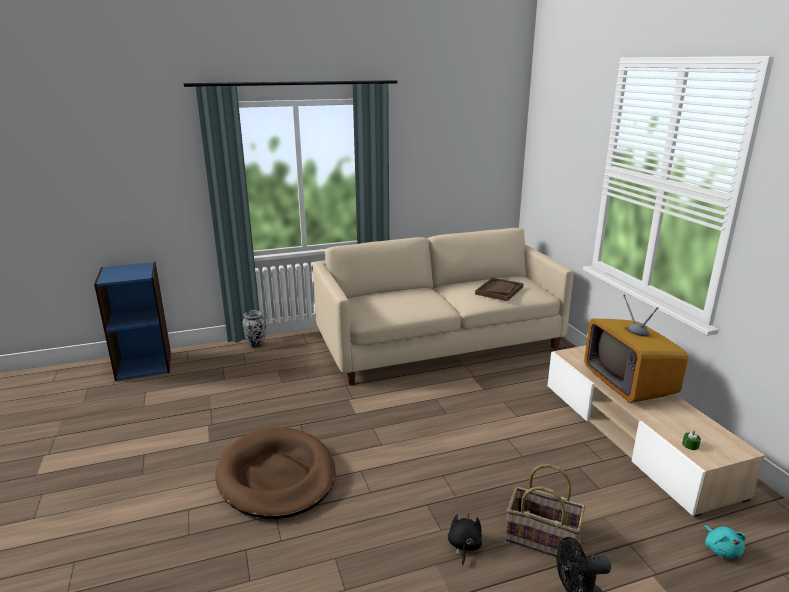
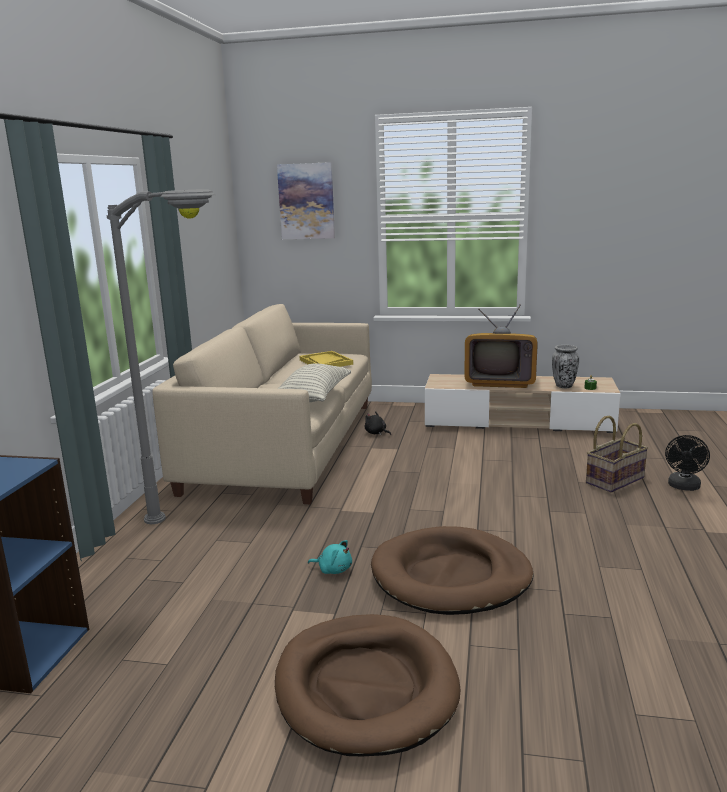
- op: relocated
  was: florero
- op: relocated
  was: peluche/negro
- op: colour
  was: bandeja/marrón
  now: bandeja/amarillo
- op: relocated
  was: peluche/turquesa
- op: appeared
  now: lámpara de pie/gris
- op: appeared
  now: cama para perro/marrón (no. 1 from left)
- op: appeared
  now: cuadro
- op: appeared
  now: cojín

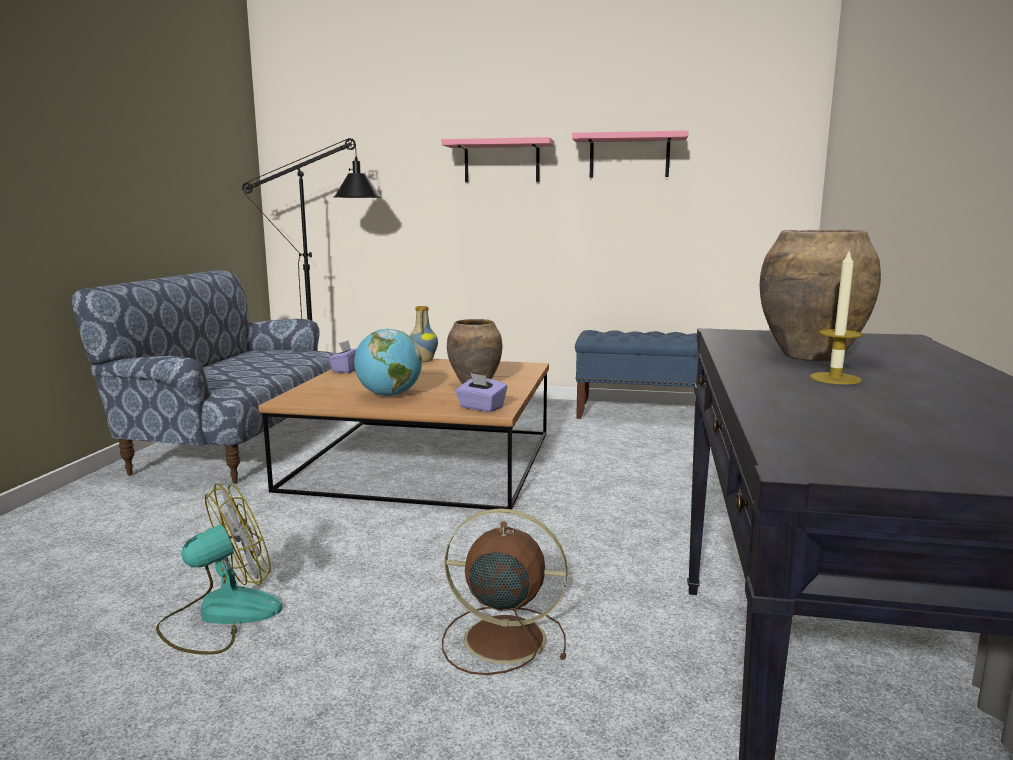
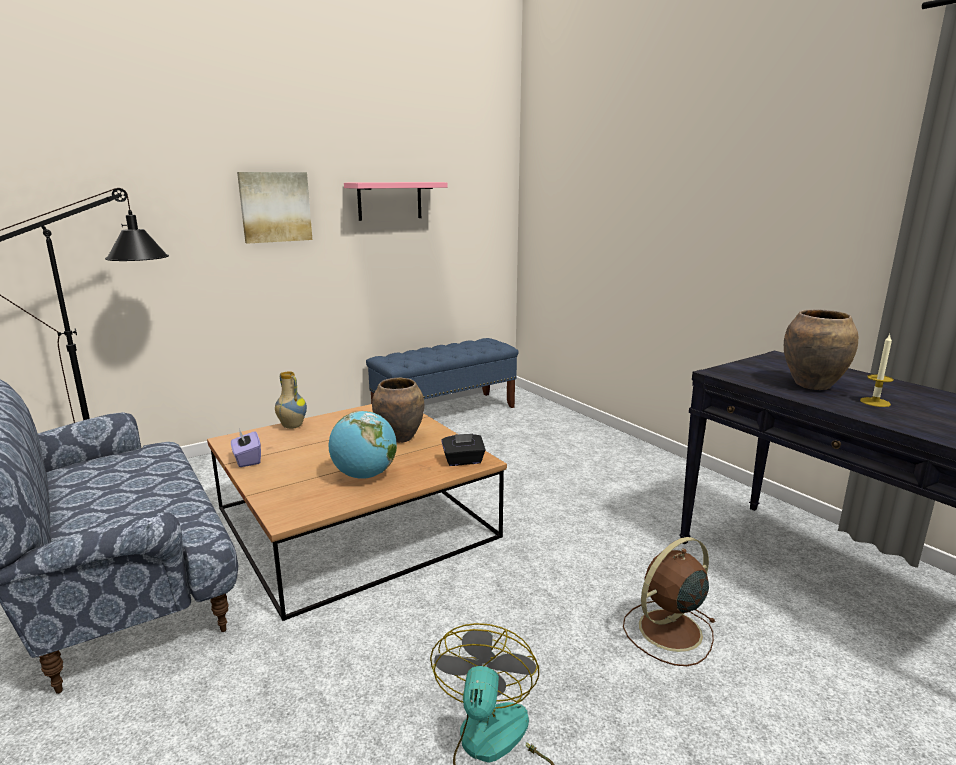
- op: exchanged
  was: estante/rosa (no. 1 from left)
  now: cuadro
- op: colour
  was: caja de pañuelos/morado (no. 2 from left)
  now: caja de pañuelos/negro

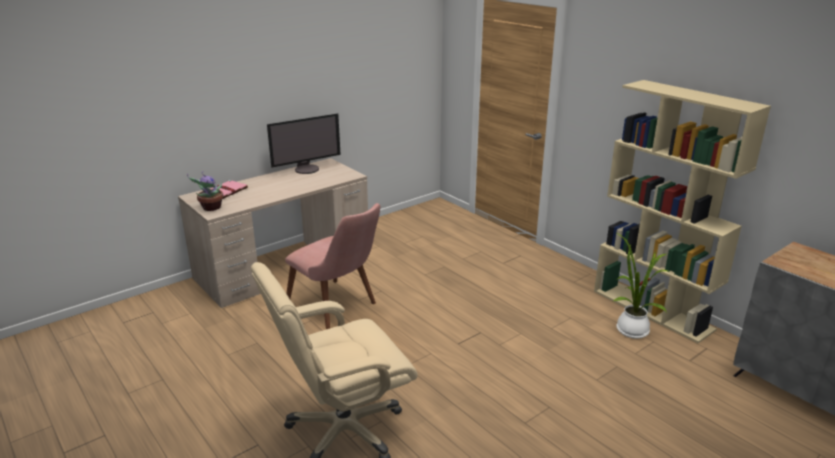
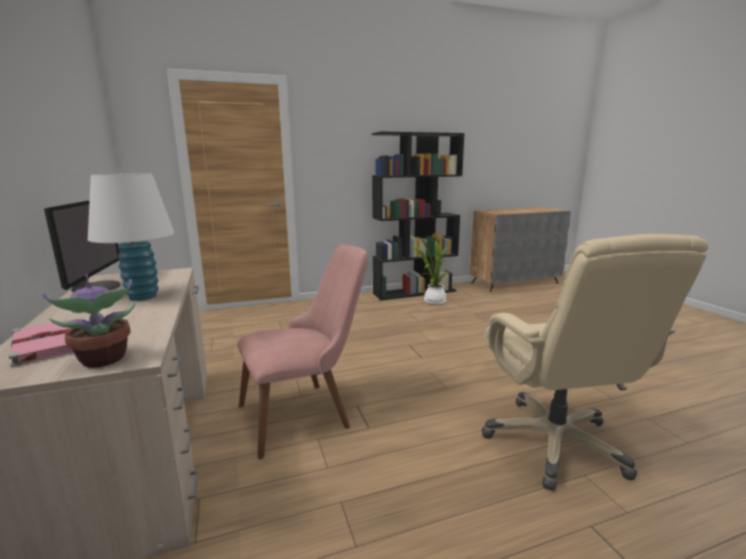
- op: colour
  was: estantería/beis
  now: estantería/negro
- op: appeared
  now: lámpara de mesa/blanco

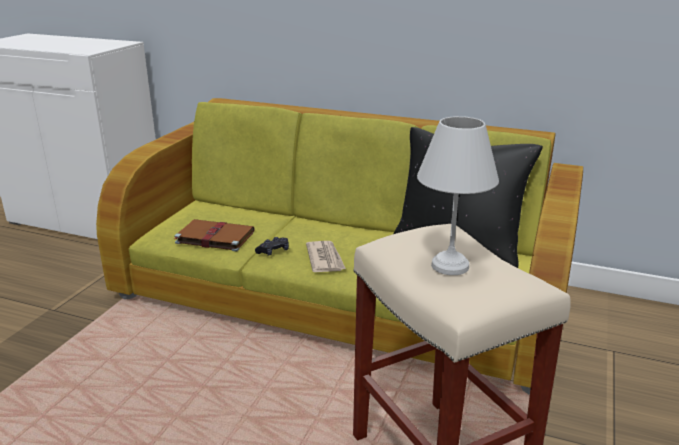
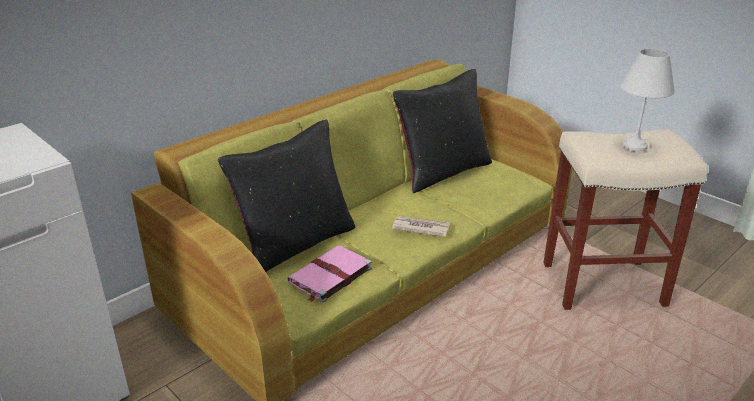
- op: colour
  was: libro/marrón
  now: libro/rosa
- op: missing
  was: mando de consola/negro
- op: appeared
  now: cojín/negro (no. 1 from left)

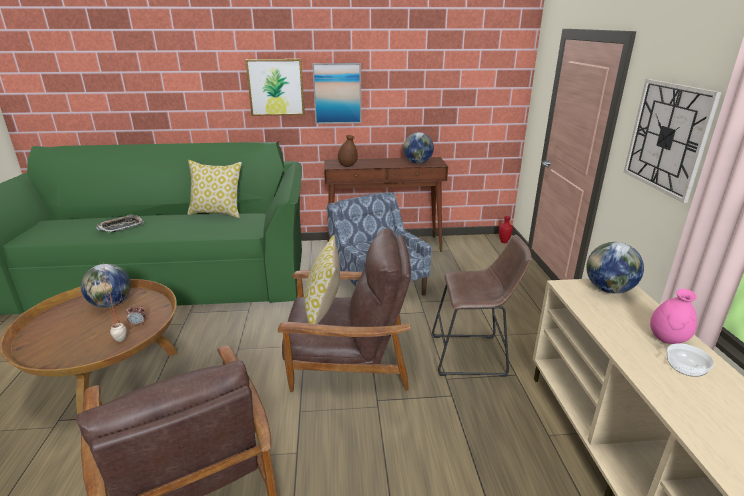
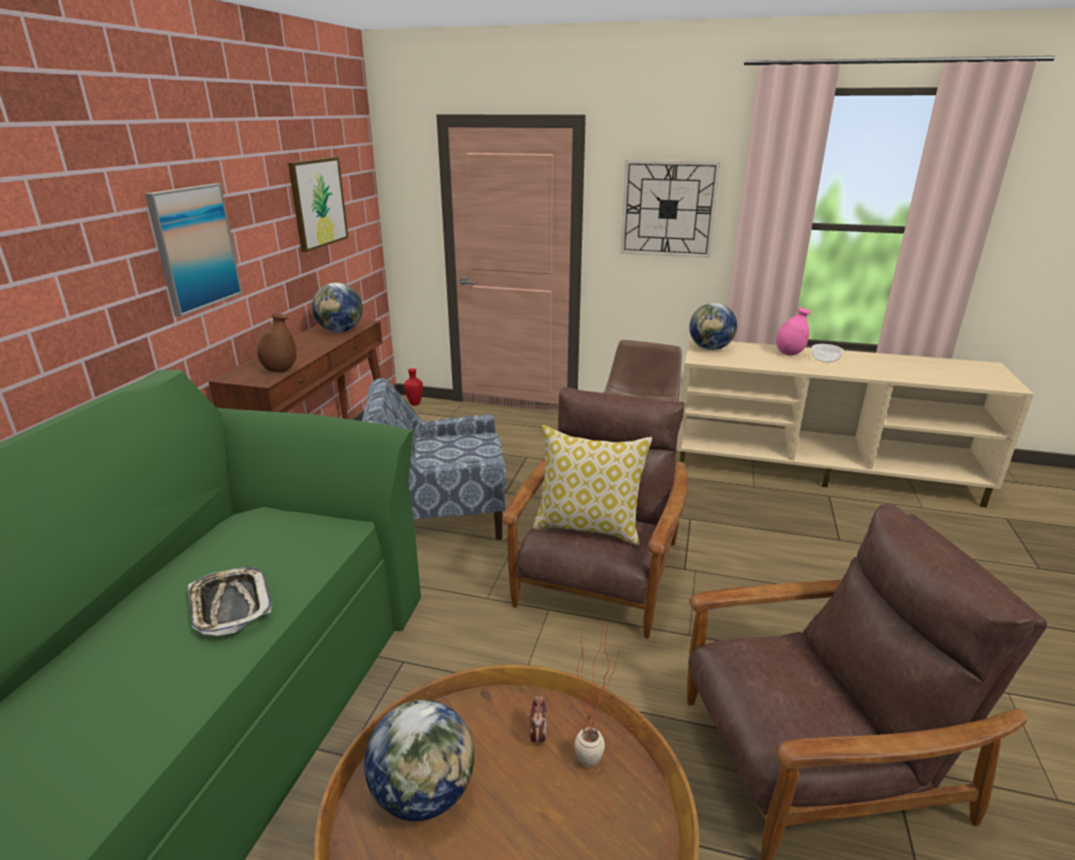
- op: relocated
  was: bandeja
- op: missing
  was: cojín (no. 1 from left)
- op: relocated
  was: cuadro (no. 1 from left in the first image)
  now: cuadro (no. 2 from left)

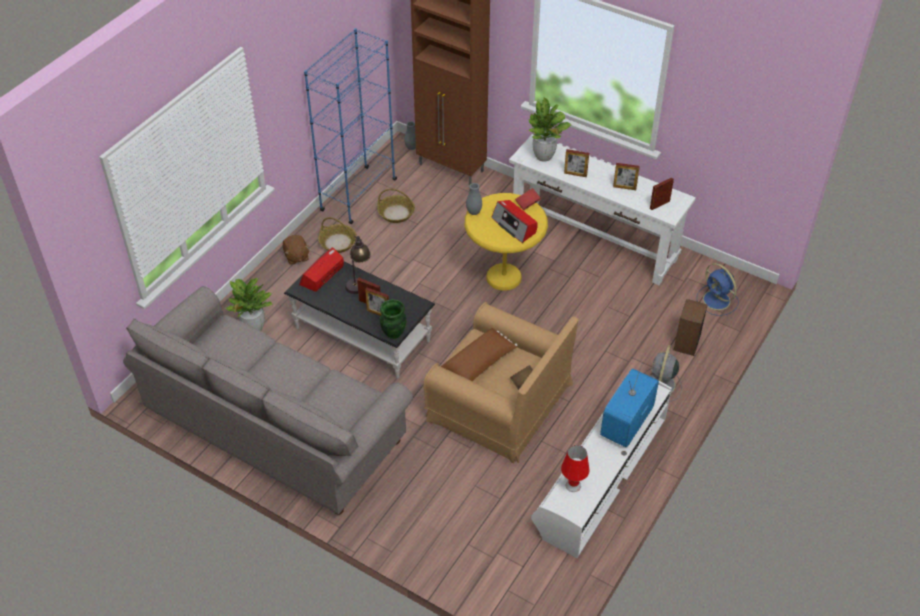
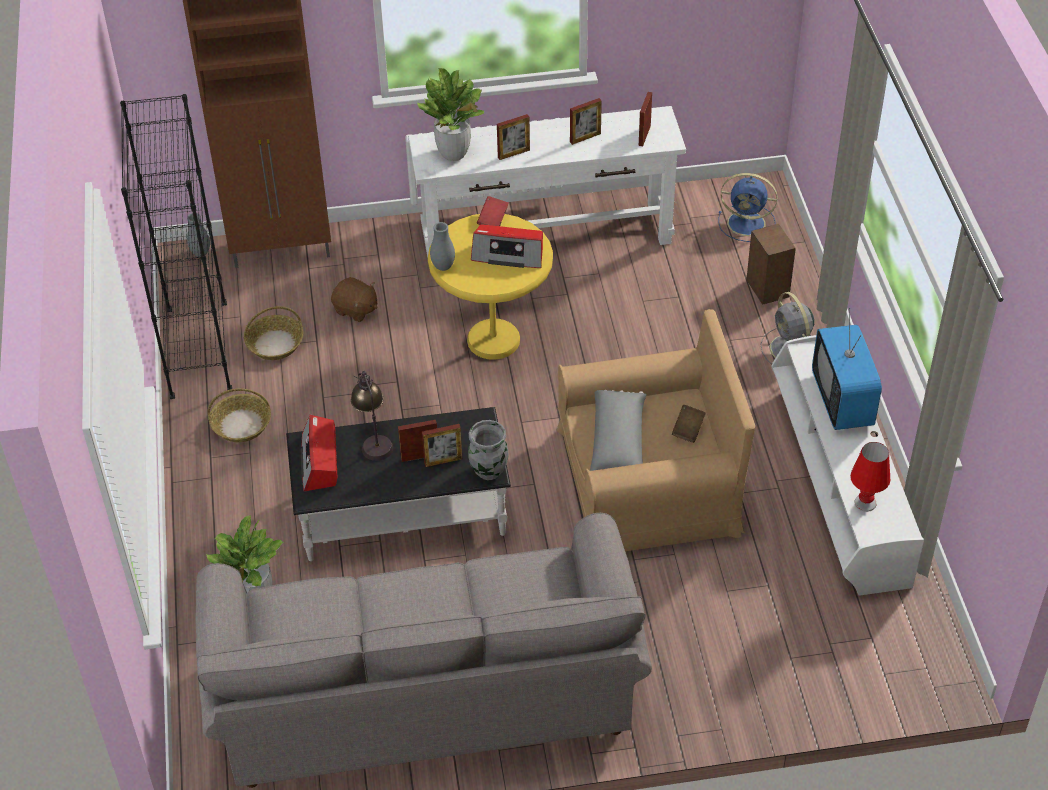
- op: relocated
  was: peluche/marrón
- op: colour
  was: estantería/azul
  now: estantería/negro
- op: colour
  was: florero/verde
  now: florero/gris (no. 3 from left)
- op: colour
  was: cojín/marrón
  now: cojín/gris

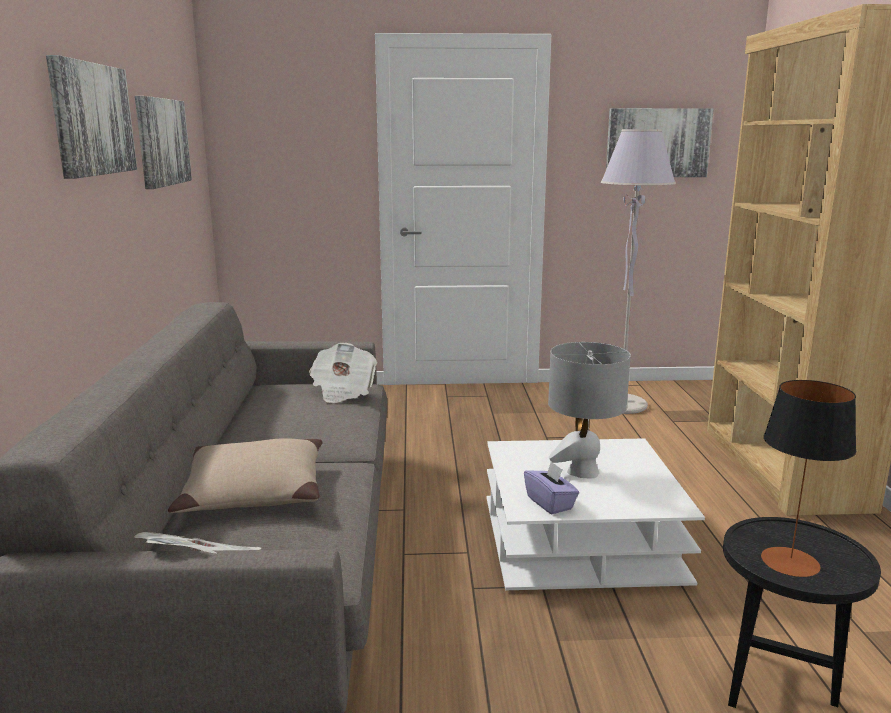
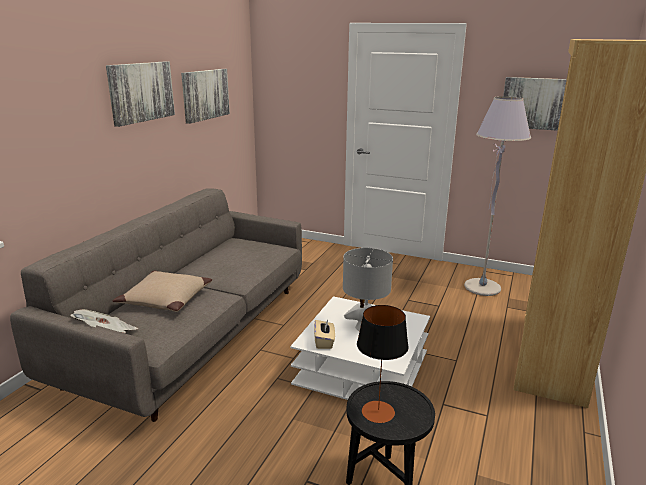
- op: missing
  was: periódico (no. 2 from left)
- op: colour
  was: caja de pañuelos/morado
  now: caja de pañuelos/beis

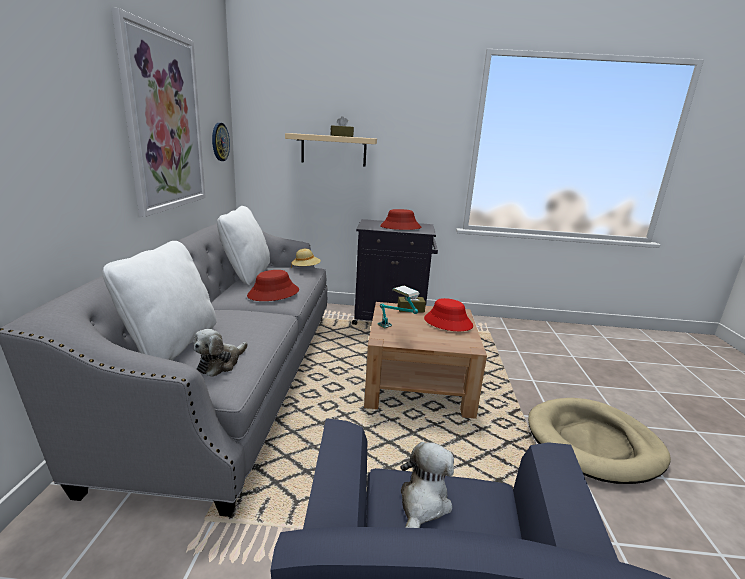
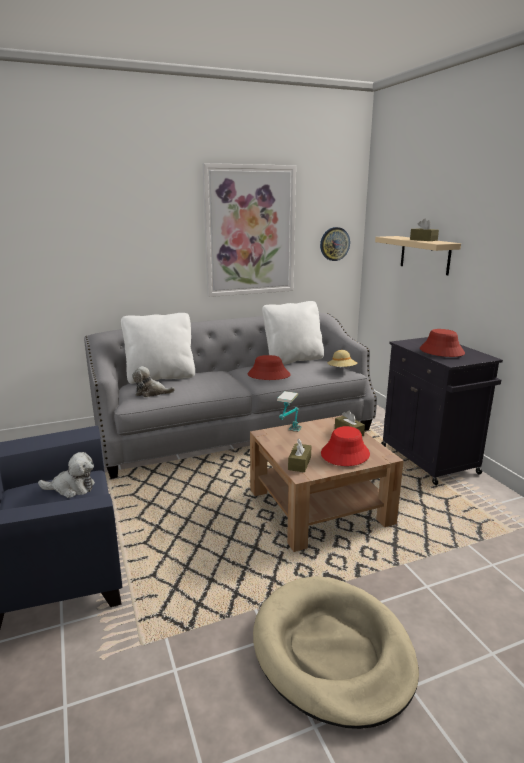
- op: appeared
  now: caja de pañuelos/marrón (no. 1 from left)

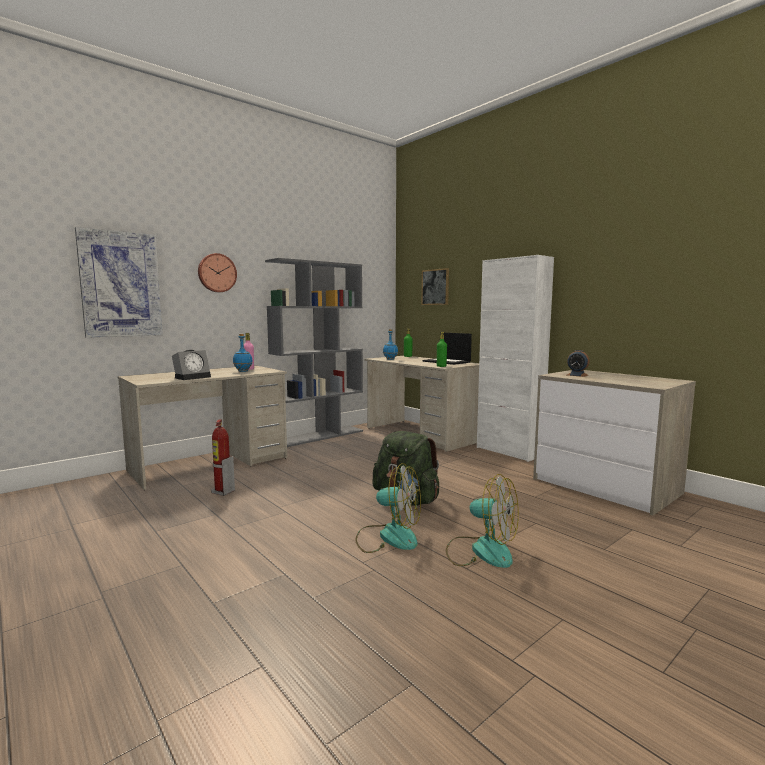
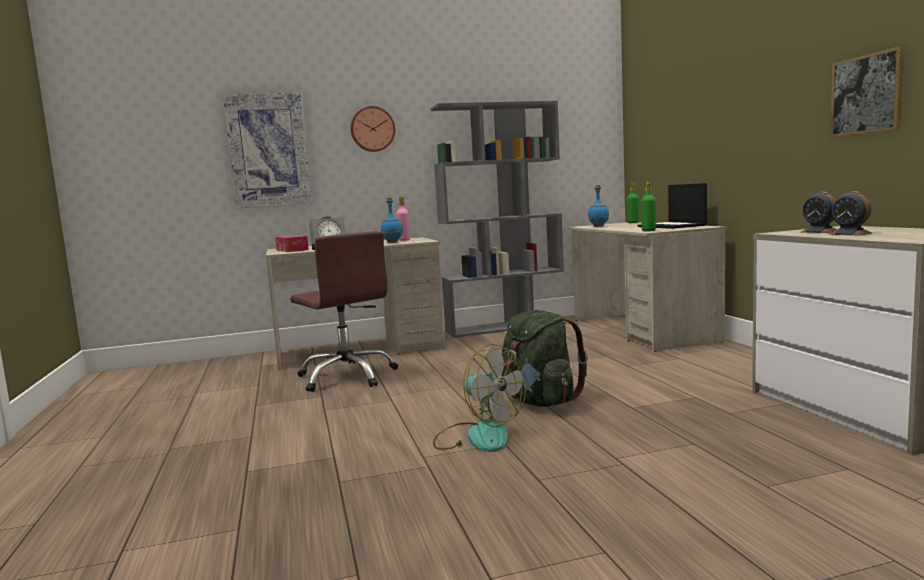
- op: exchanged
  was: extintor
  now: silla de oficina/marrón
- op: relocated
  was: cuadro (no. 2 from left)
- op: missing
  was: ventilador (no. 2 from left)
- op: missing
  was: armario/blanco
- op: appeared
  now: caja de pañuelos
- op: appeared
  now: despertador (no. 3 from left)

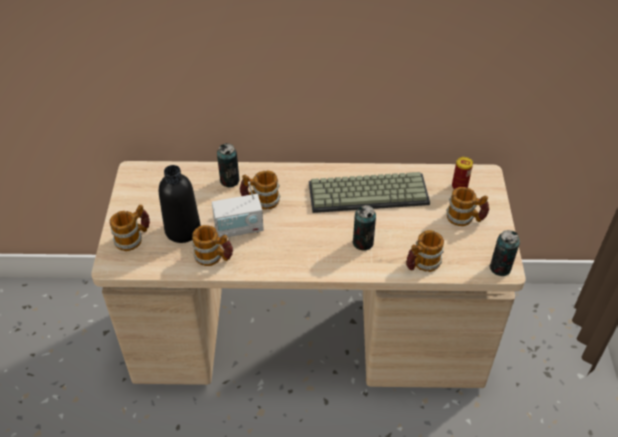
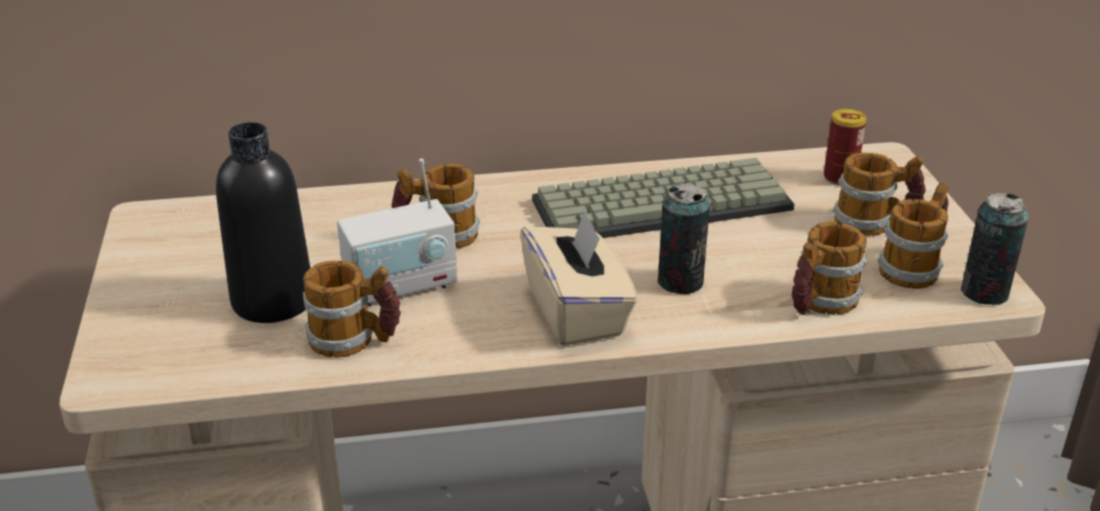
- op: relocated
  was: taza grande (no. 1 from left in the first image)
  now: taza grande (no. 5 from left)
- op: missing
  was: lata (no. 1 from left)
- op: appeared
  now: caja de pañuelos/beis

